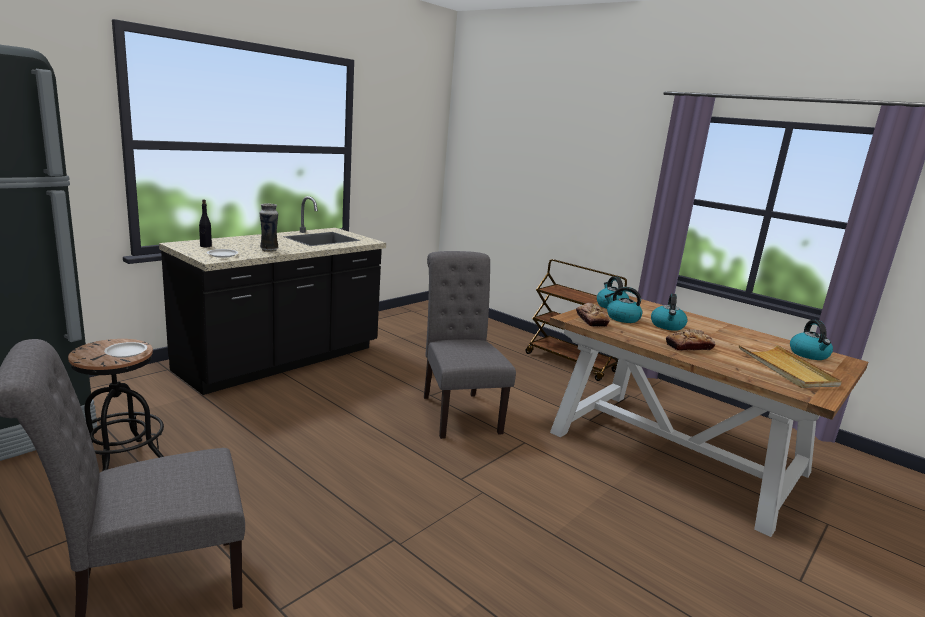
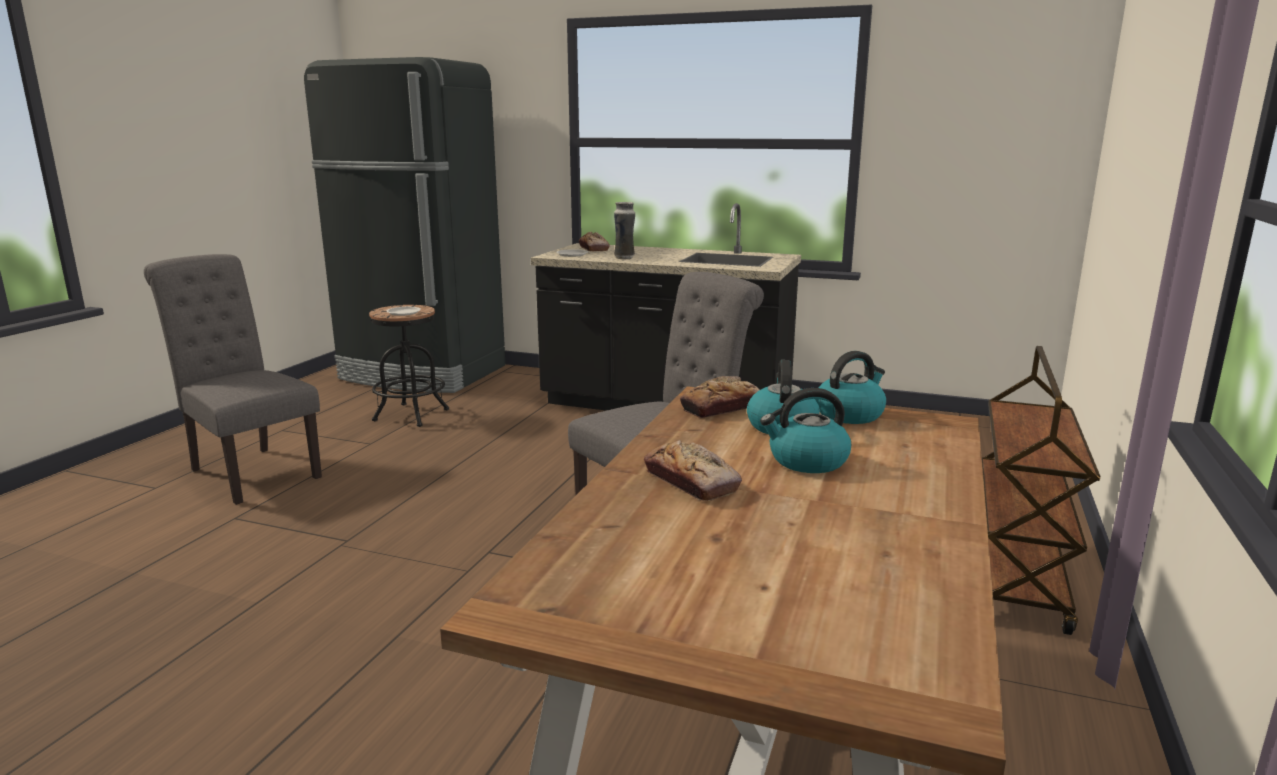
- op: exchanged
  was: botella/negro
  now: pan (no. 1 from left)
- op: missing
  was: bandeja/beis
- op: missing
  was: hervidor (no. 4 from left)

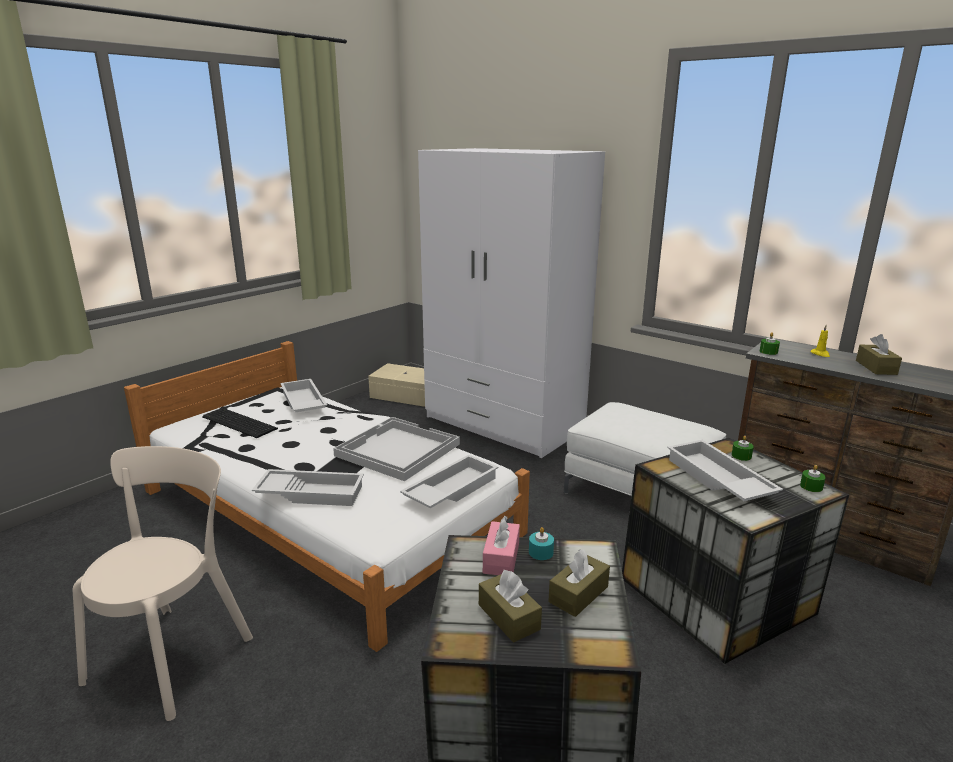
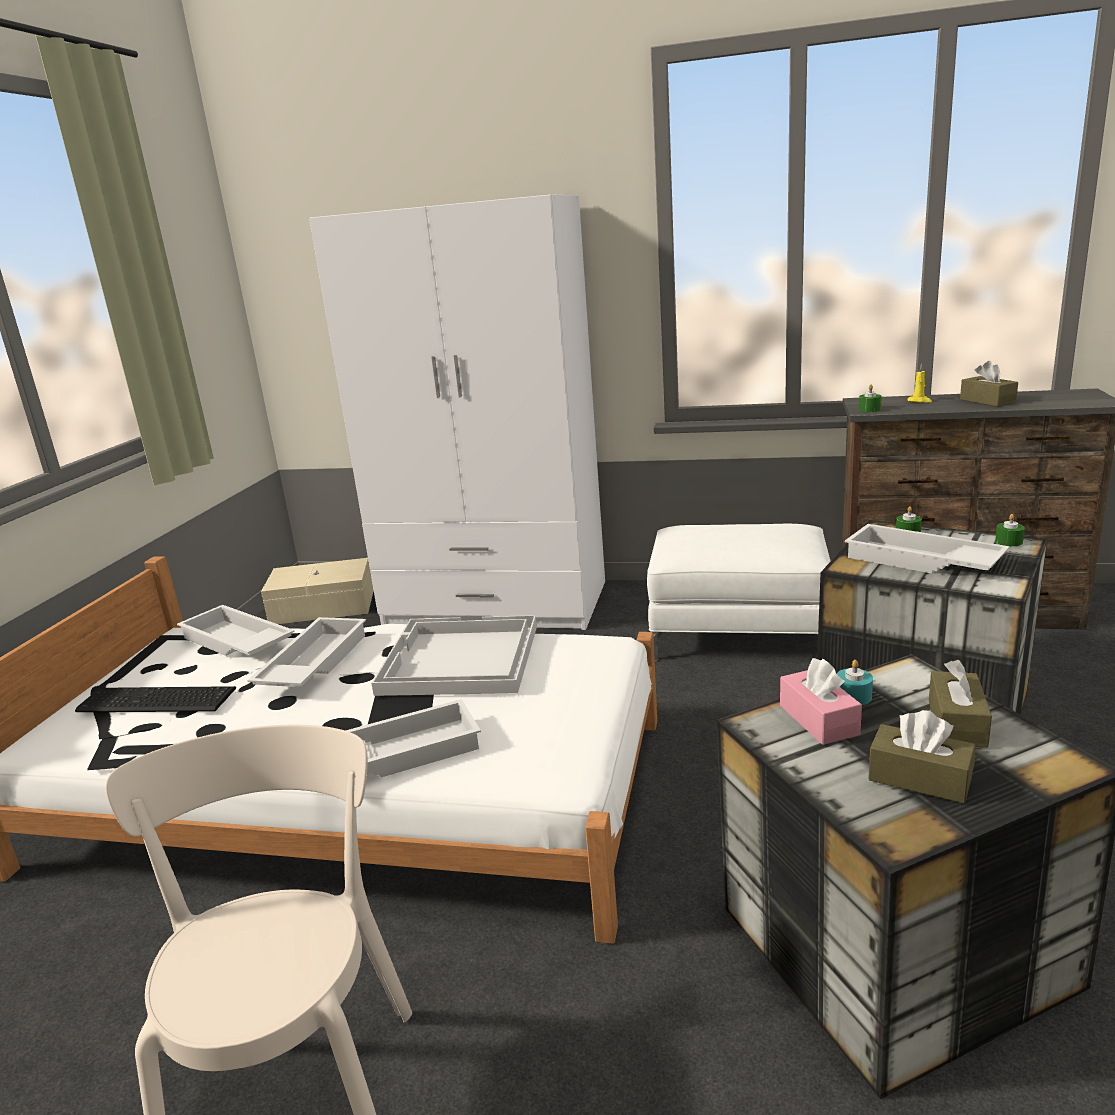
- op: relocated
  was: bandeja/blanco (no. 4 from left in the first image)
  now: bandeja/blanco (no. 2 from left)

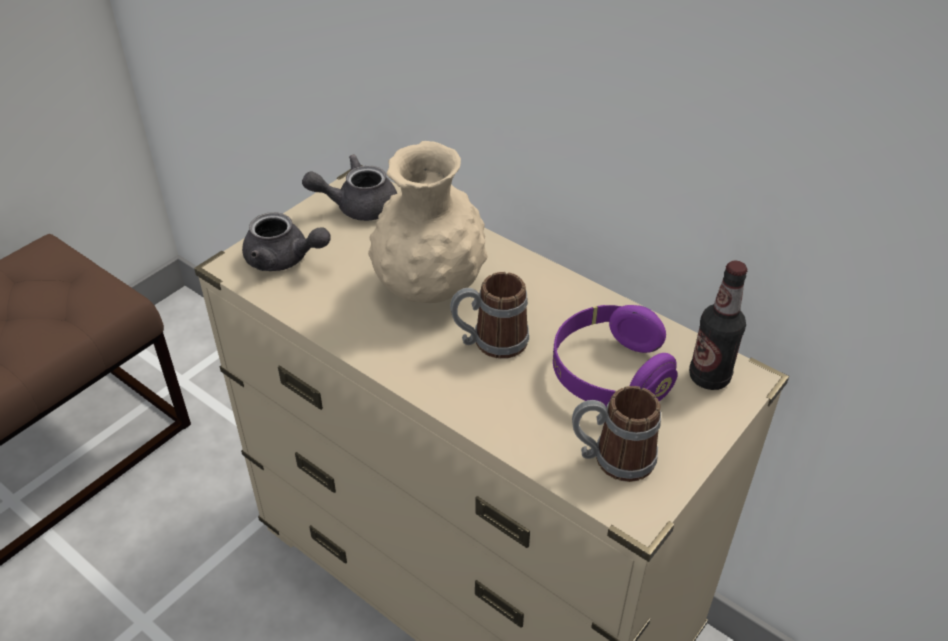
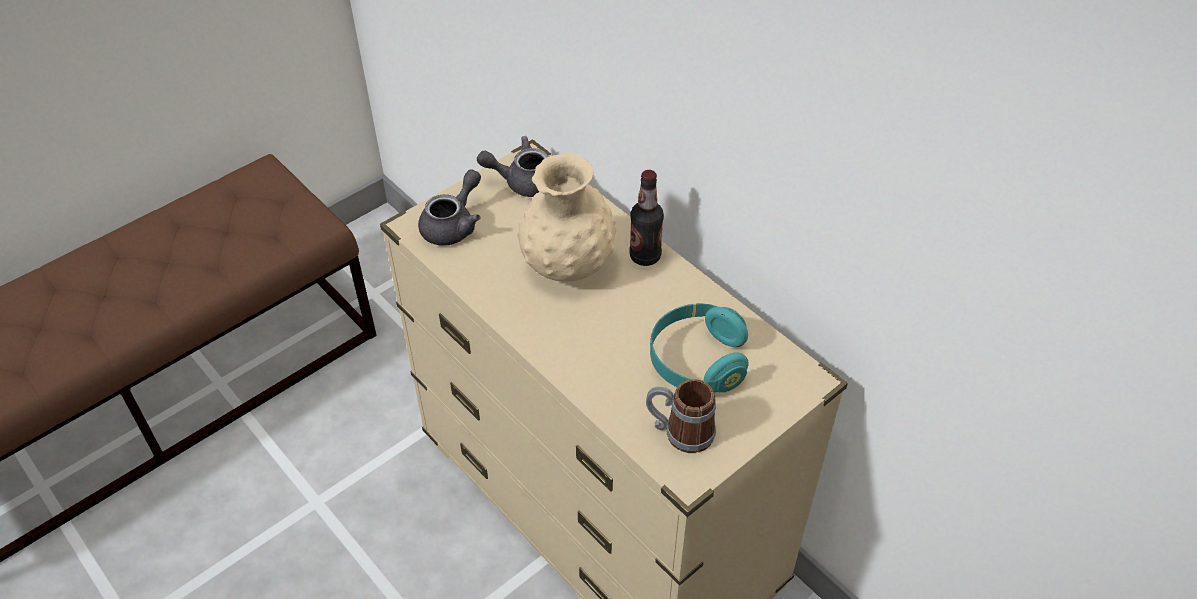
- op: spun
  was: tetera/gris (no. 1 from left)
  clockwise: -90
- op: missing
  was: taza grande (no. 1 from left)
- op: colour
  was: auriculares/morado
  now: auriculares/turquesa
- op: relocated
  was: botella

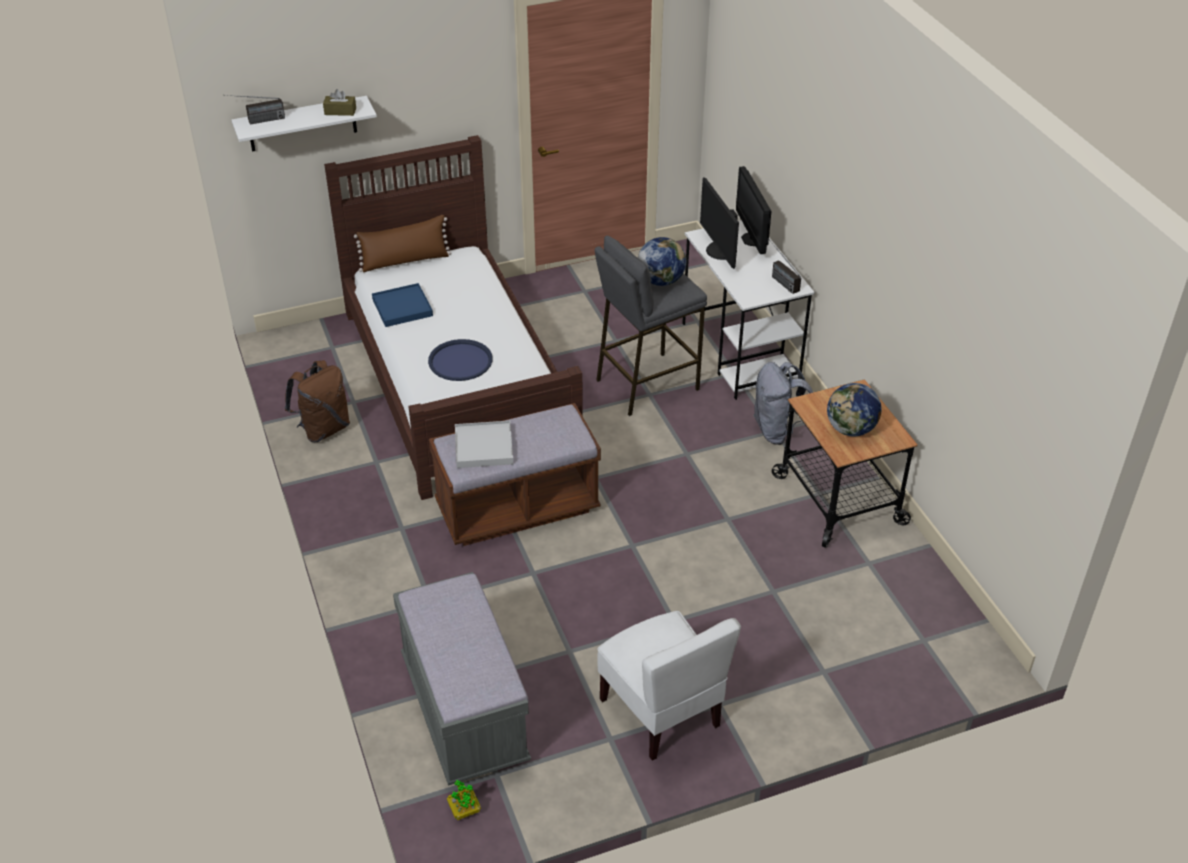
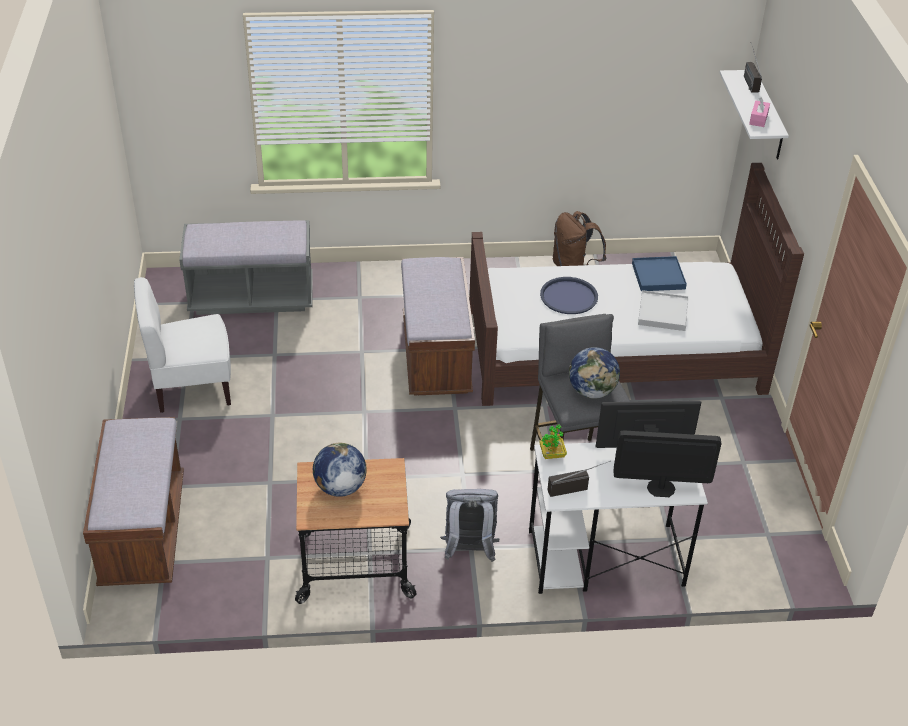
- op: colour
  was: caja de pañuelos/marrón
  now: caja de pañuelos/rosa
- op: missing
  was: cojín/marrón
- op: relocated
  was: planta en maceta
- op: relocated
  was: bandeja/blanco
- op: appeared
  now: banco/marrón (no. 1 from left)

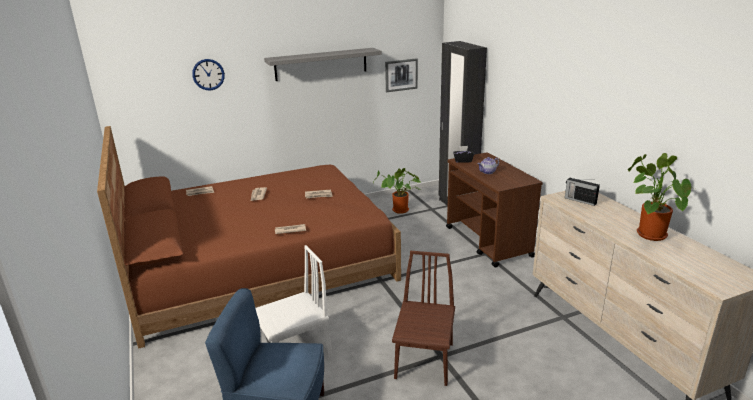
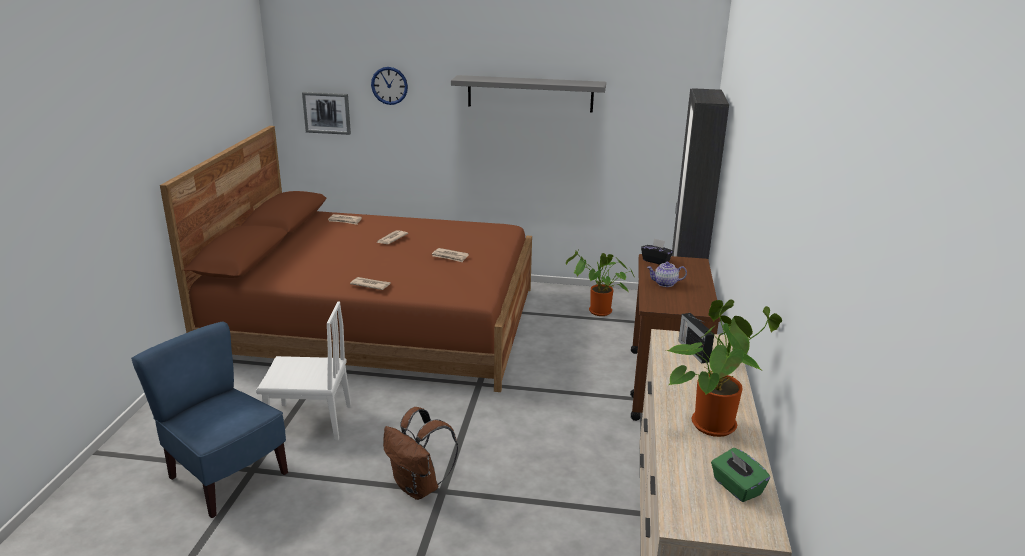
- op: relocated
  was: cuadro
- op: exchanged
  was: silla/marrón
  now: mochila/marrón
- op: appeared
  now: caja de pañuelos/verde

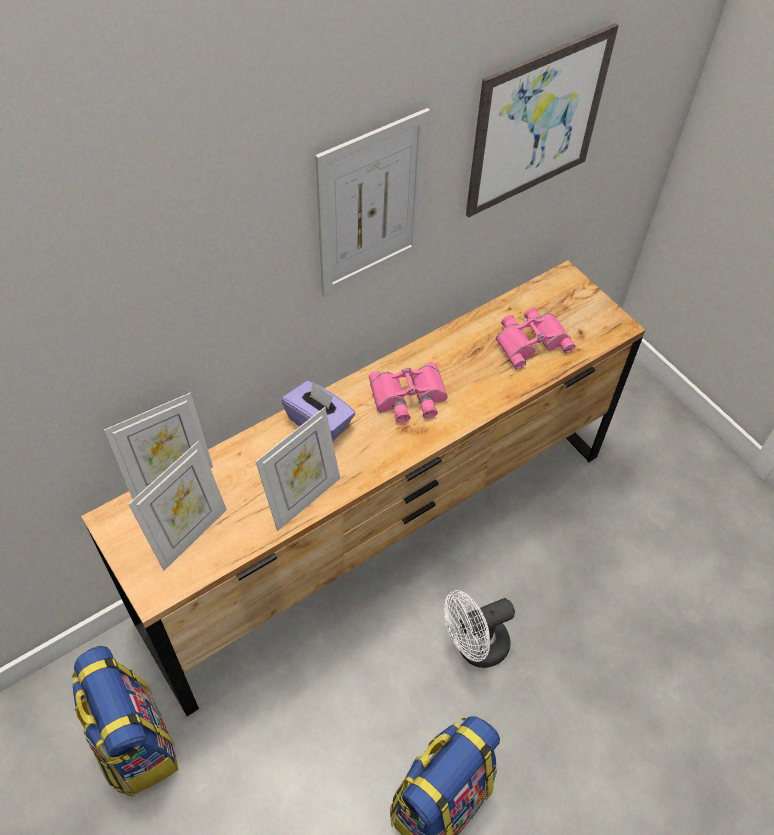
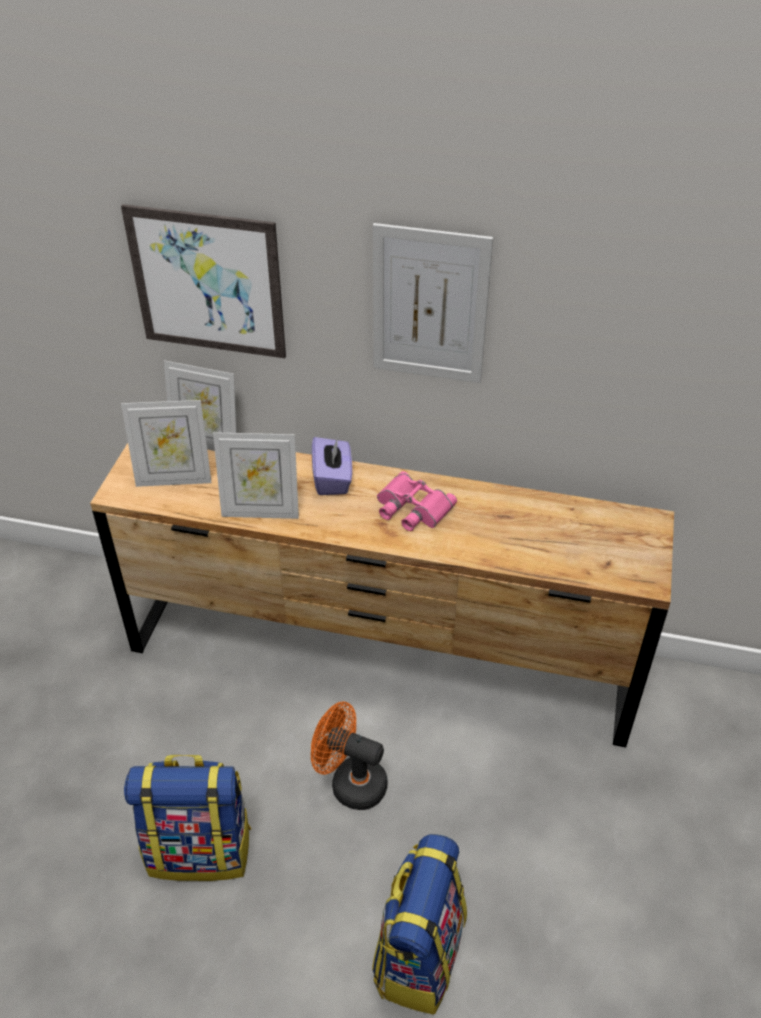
- op: relocated
  was: mochila (no. 1 from left in the first image)
  now: mochila (no. 2 from left)
- op: colour
  was: ventilador/blanco
  now: ventilador/naranja
- op: relocated
  was: cuadro (no. 2 from left in the first image)
  now: cuadro (no. 1 from left)
- op: missing
  was: prismáticos/rosa (no. 2 from left)

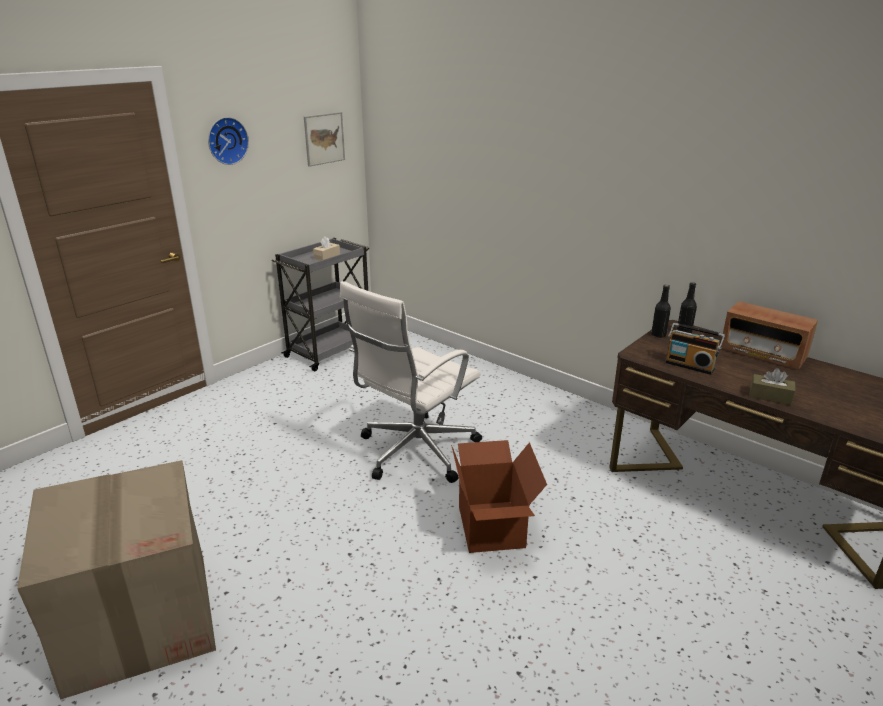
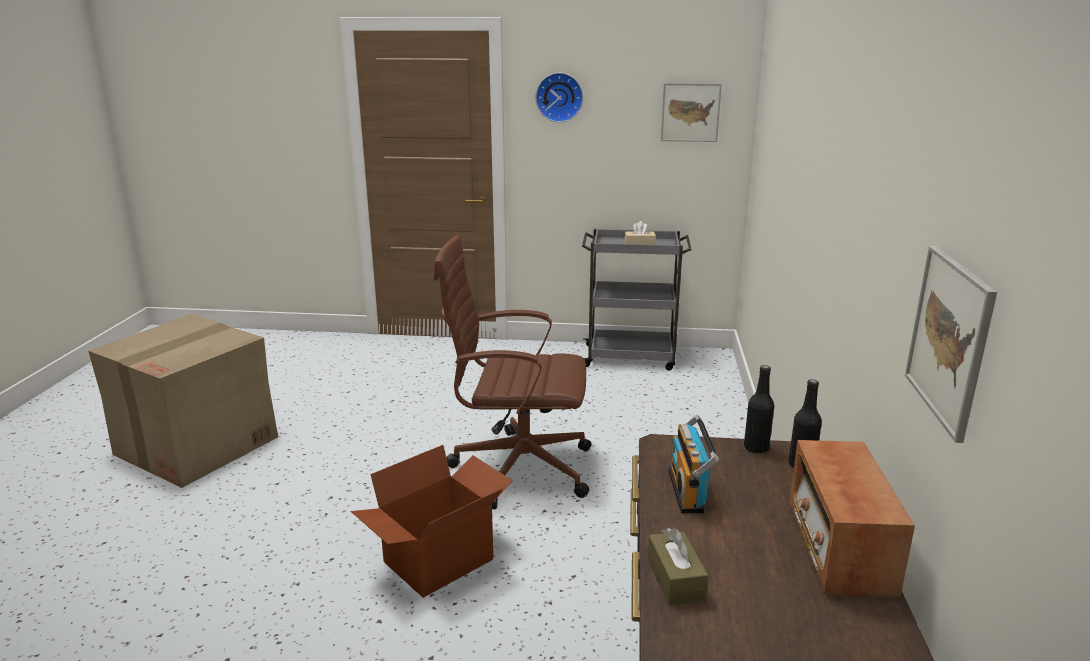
- op: colour
  was: silla de oficina/blanco
  now: silla de oficina/marrón
- op: appeared
  now: cuadro (no. 2 from left)

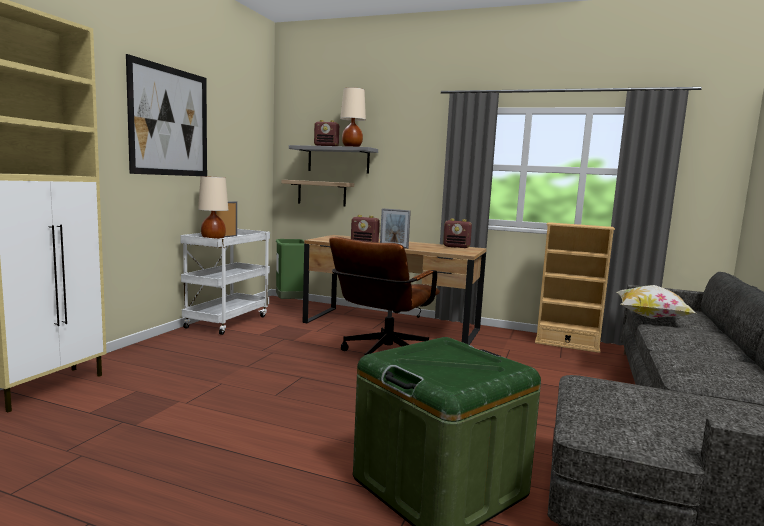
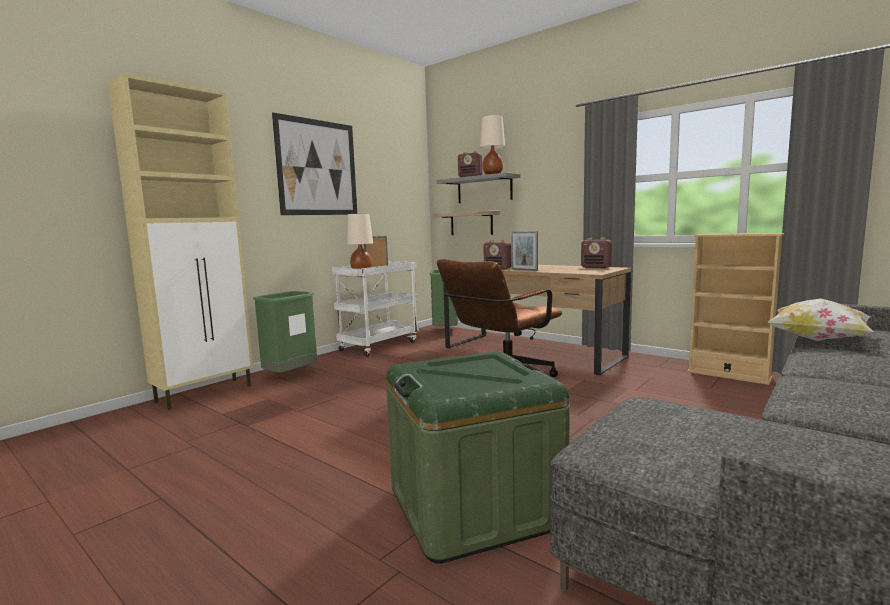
- op: appeared
  now: papelera/verde (no. 1 from left)

